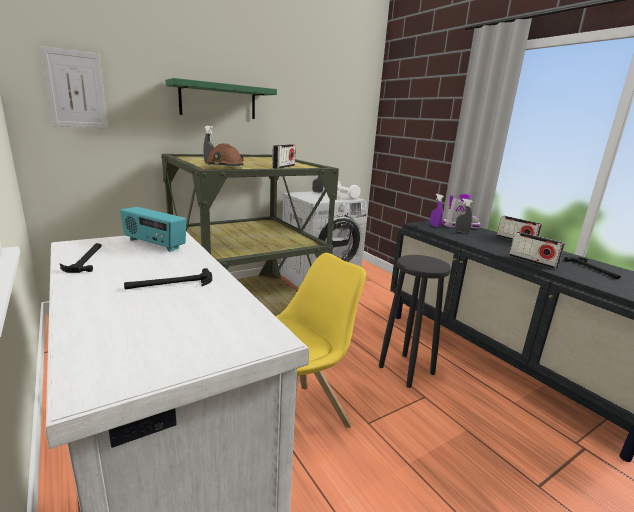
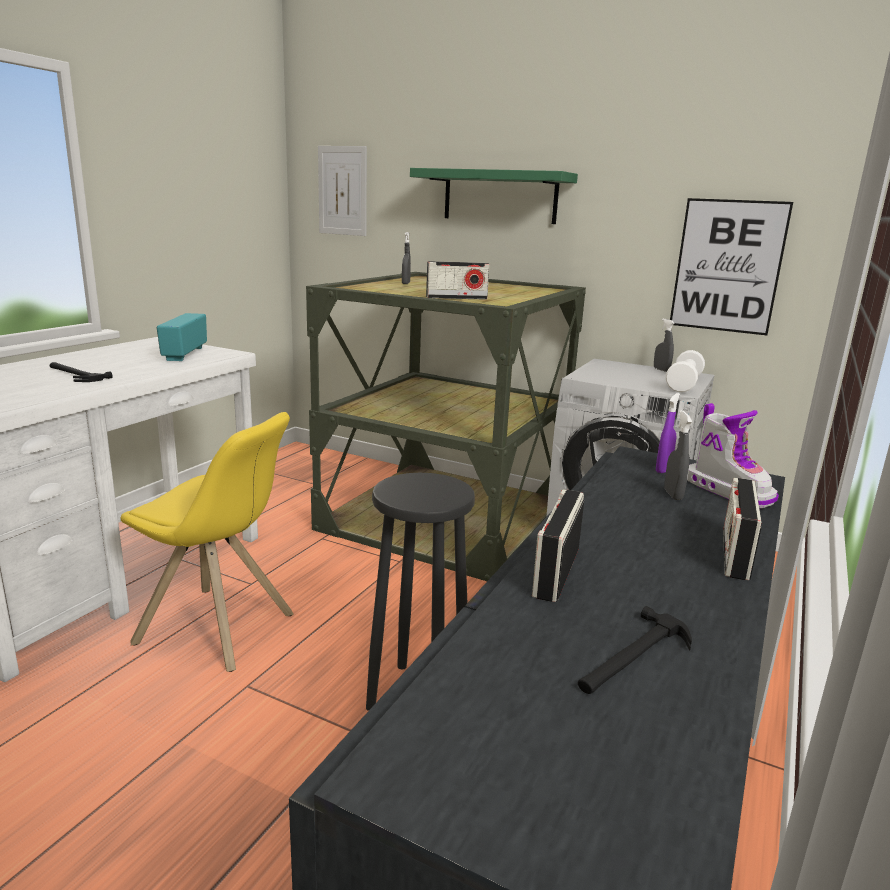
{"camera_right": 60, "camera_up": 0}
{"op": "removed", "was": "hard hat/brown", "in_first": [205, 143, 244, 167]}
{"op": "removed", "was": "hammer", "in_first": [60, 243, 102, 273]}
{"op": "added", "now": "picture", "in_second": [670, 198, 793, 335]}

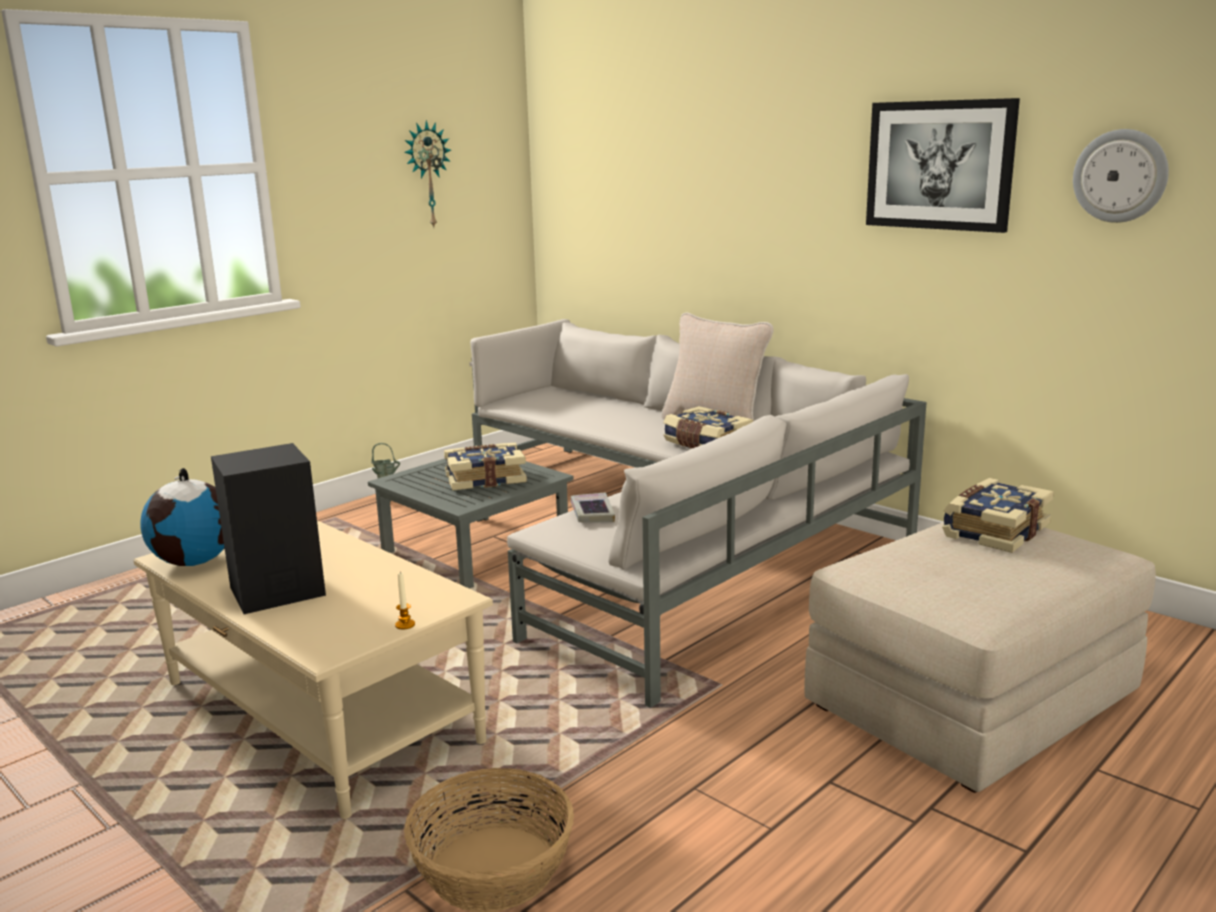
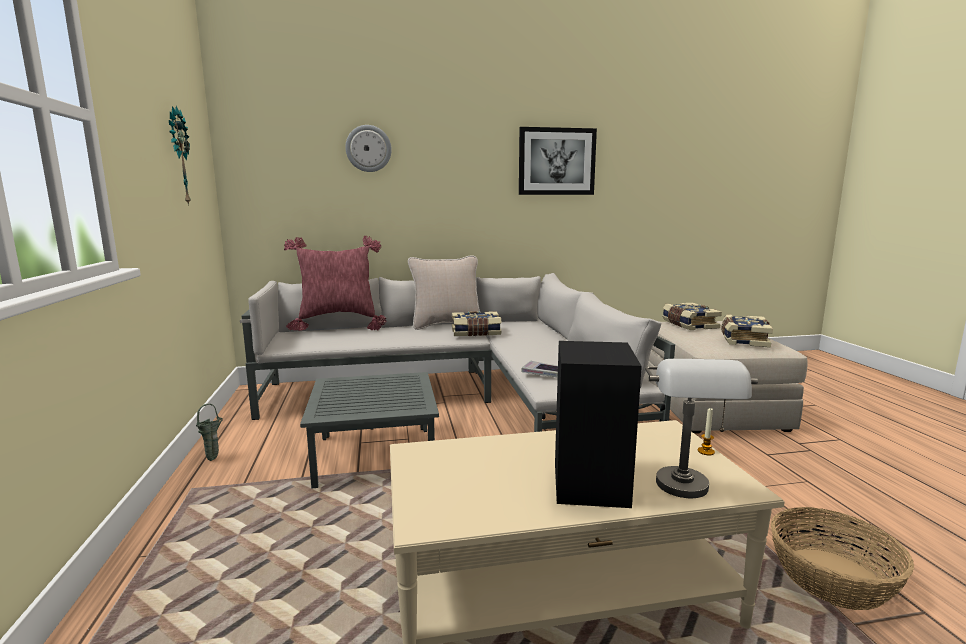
{"camera_right": -55, "camera_up": -5}
{"op": "moved", "was": "wall clock", "in_first": [1073, 129, 1169, 223], "in_second": [345, 125, 392, 172]}
{"op": "moved", "was": "book", "in_first": [444, 442, 527, 490], "in_second": [721, 314, 773, 348]}
{"op": "removed", "was": "globe", "in_first": [140, 468, 225, 566]}
{"op": "added", "now": "pillow/red", "in_second": [284, 235, 387, 331]}
{"op": "added", "now": "table lamp/grey", "in_second": [645, 359, 758, 498]}

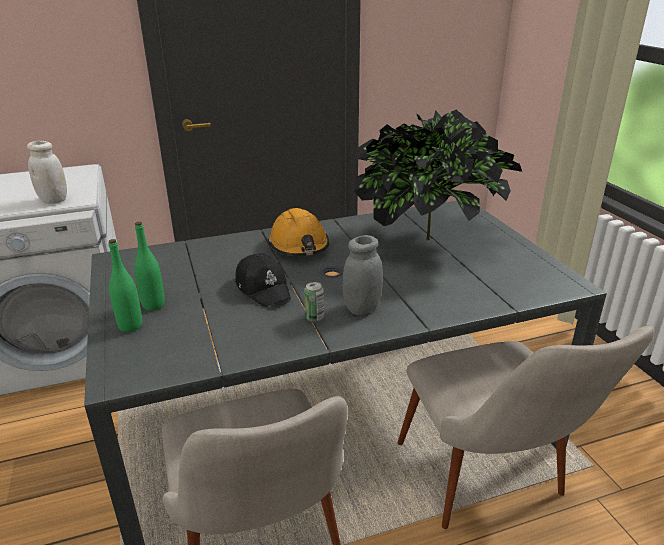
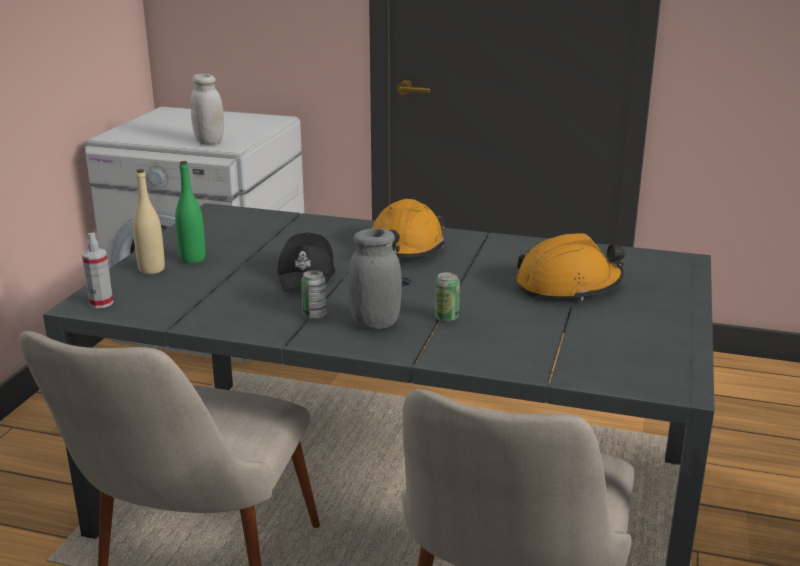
{"camera_right": 35, "camera_up": -5}
{"op": "replaced", "was": "potted plant", "now": "hard hat/orange", "in_first": [354, 110, 522, 240], "in_second": [517, 233, 626, 301]}
{"op": "recoloured", "was": "bottle/green", "now": "bottle/beige", "in_first": [108, 239, 142, 332], "in_second": [133, 169, 165, 274]}
{"op": "added", "now": "spray bottle", "in_second": [82, 232, 113, 308]}
{"op": "added", "now": "can", "in_second": [435, 272, 460, 322]}

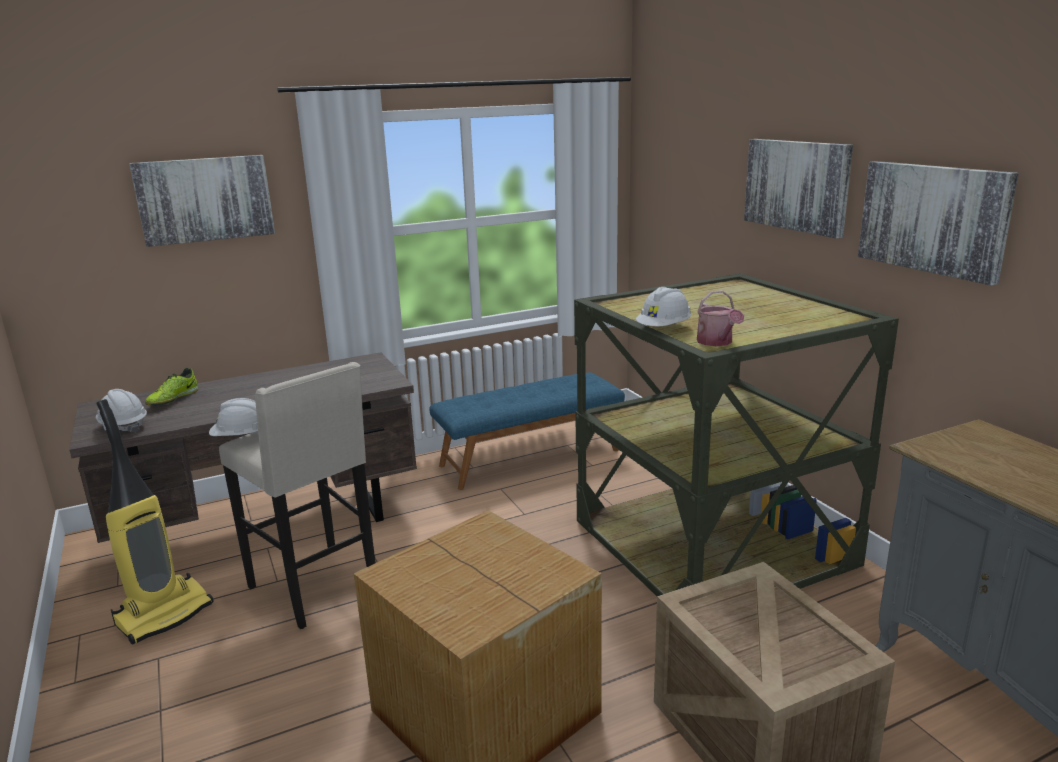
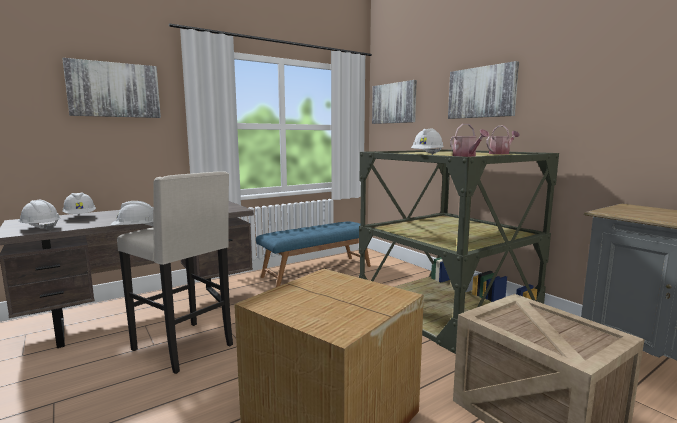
{"camera_right": -10, "camera_up": -10}
{"op": "moved", "was": "picture", "in_first": [858, 161, 1019, 285], "in_second": [372, 80, 417, 124]}
{"op": "replaced", "was": "shoe", "now": "hard hat/white", "in_first": [145, 368, 199, 406], "in_second": [62, 192, 96, 215]}
{"op": "removed", "was": "vacuum cleaner", "in_first": [96, 399, 213, 645]}
{"op": "added", "now": "watering can", "in_second": [486, 126, 519, 154]}

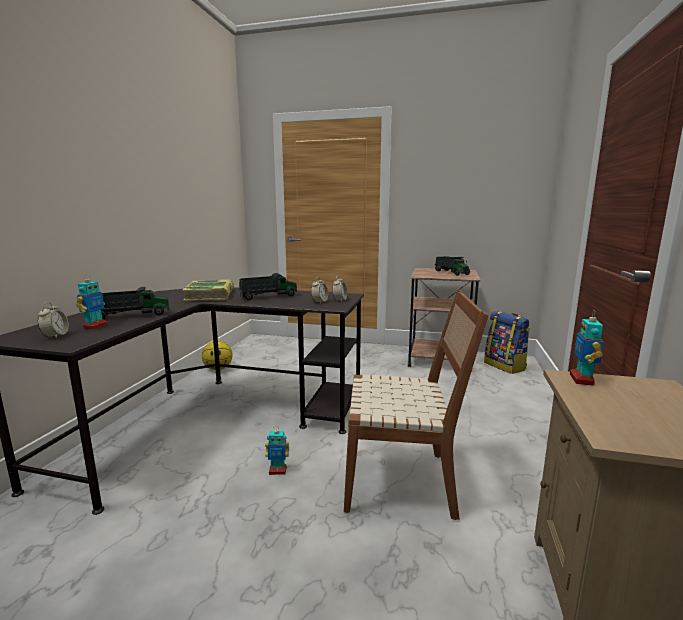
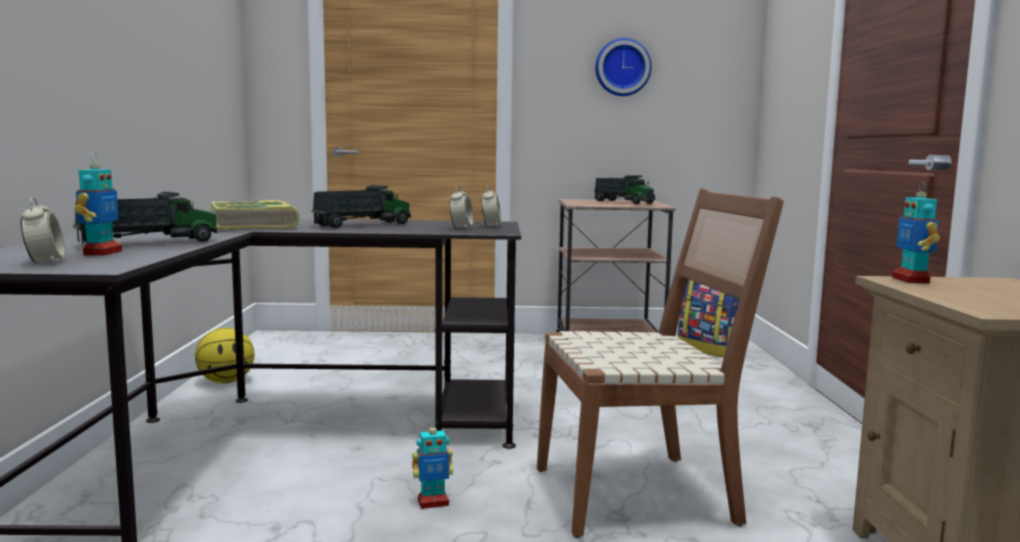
{"camera_right": -15, "camera_up": -5}
{"op": "added", "now": "wall clock", "in_second": [595, 38, 652, 96]}

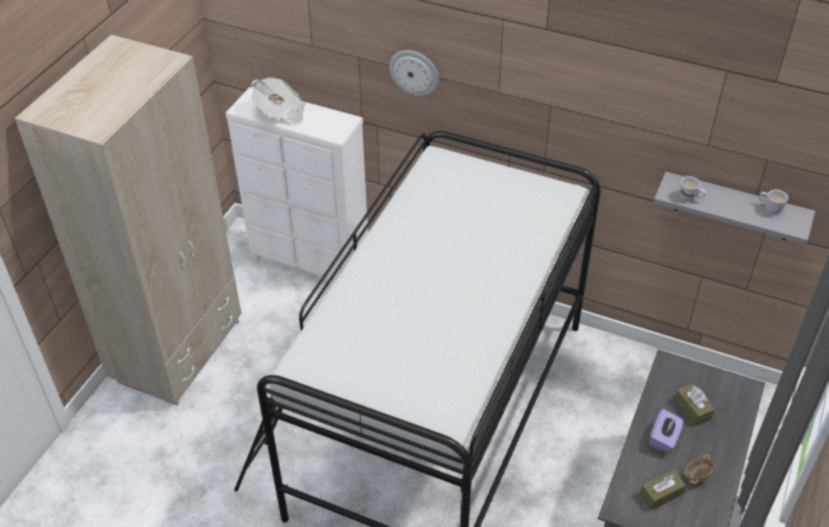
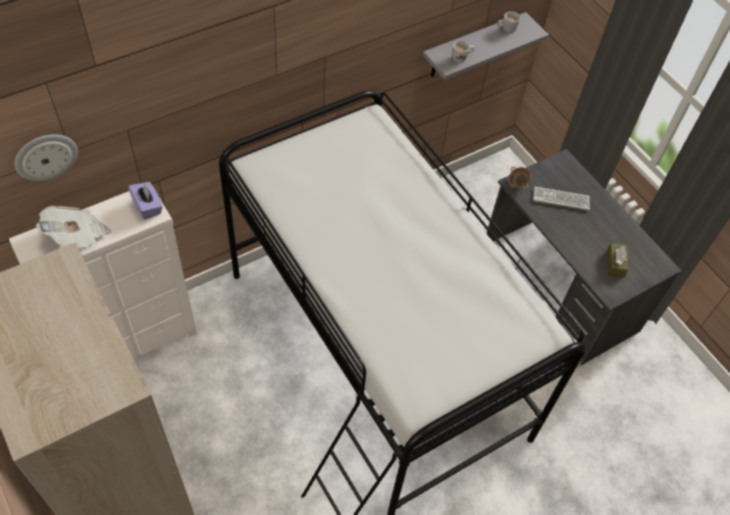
{"camera_right": -60, "camera_up": 10}
{"op": "moved", "was": "wall clock", "in_first": [389, 50, 439, 96], "in_second": [15, 134, 78, 181]}
{"op": "replaced", "was": "tissue box/brown", "now": "keyboard", "in_first": [675, 383, 715, 426], "in_second": [533, 186, 590, 210]}
{"op": "moved", "was": "tissue box/purple", "in_first": [650, 409, 684, 453], "in_second": [128, 182, 163, 220]}
{"op": "moved", "was": "bowl", "in_first": [685, 454, 714, 484], "in_second": [508, 167, 531, 190]}

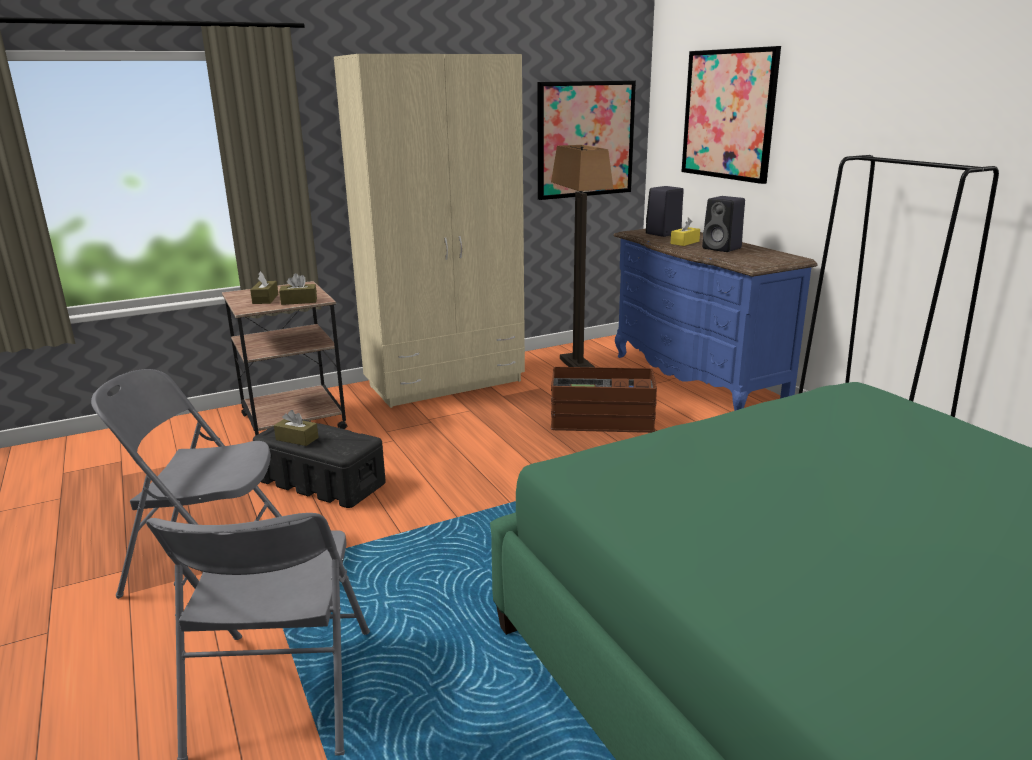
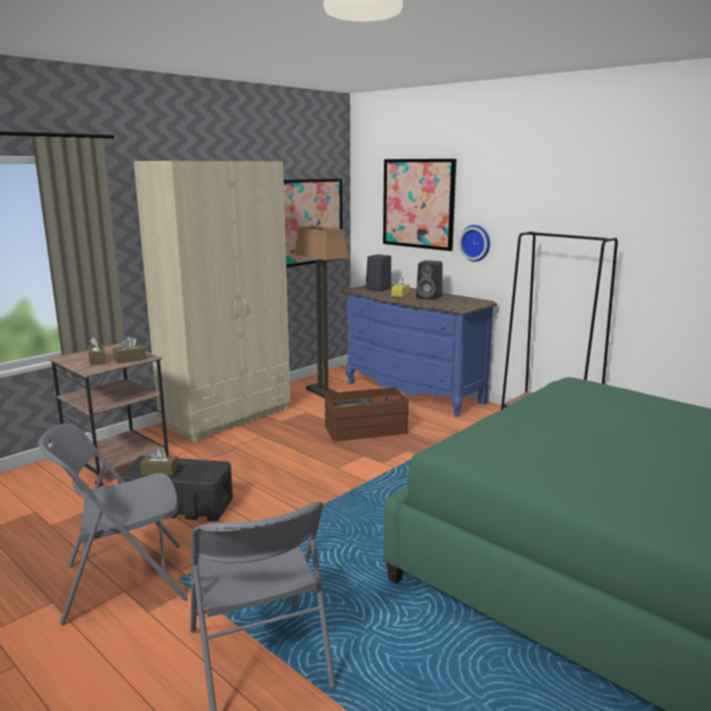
{"camera_right": -20, "camera_up": -5}
{"op": "added", "now": "wall clock", "in_second": [459, 225, 490, 262]}

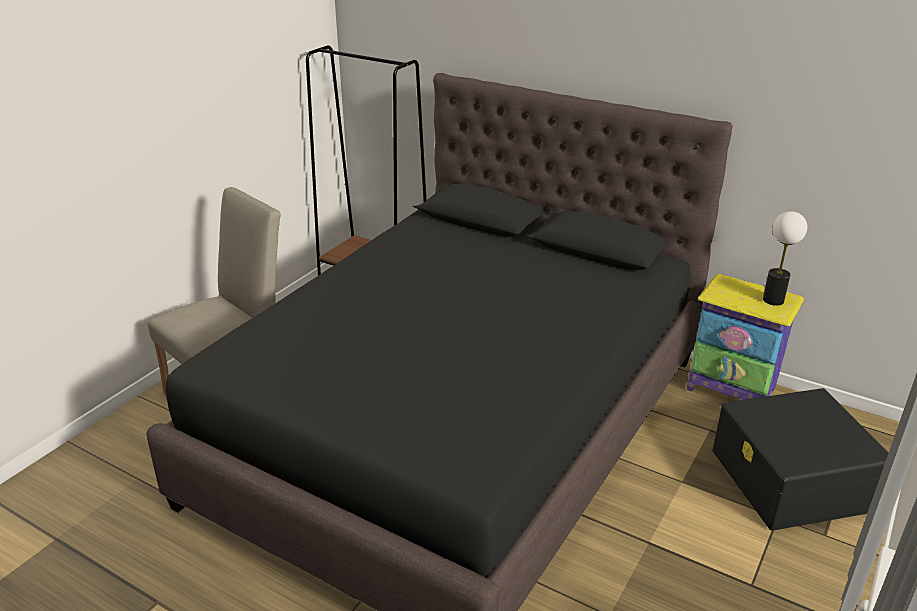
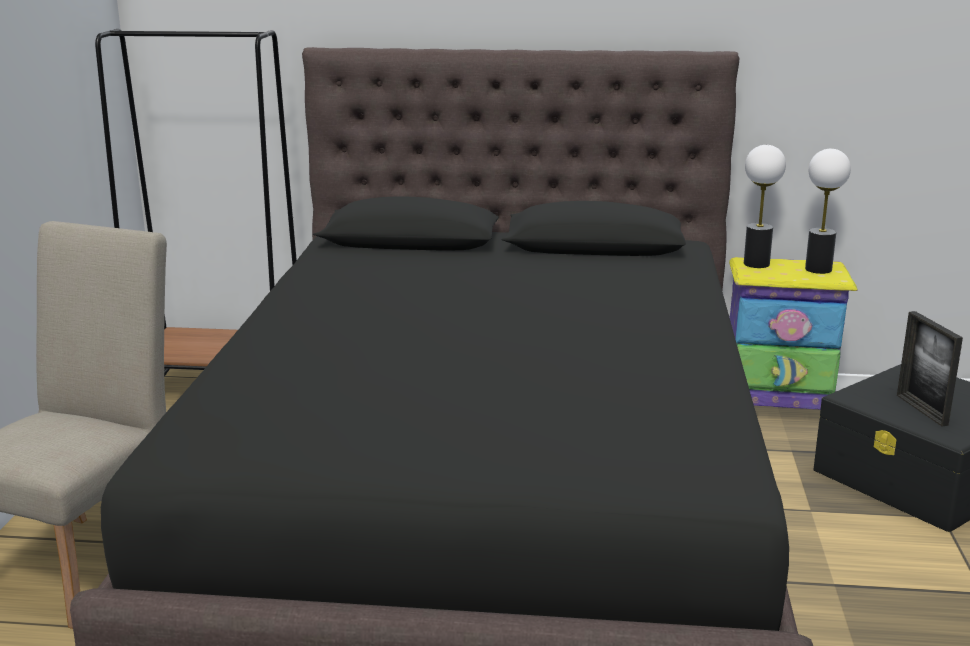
{"camera_right": -25, "camera_up": -10}
{"op": "added", "now": "table lamp", "in_second": [744, 145, 786, 268]}
{"op": "added", "now": "picture frame", "in_second": [897, 311, 963, 426]}

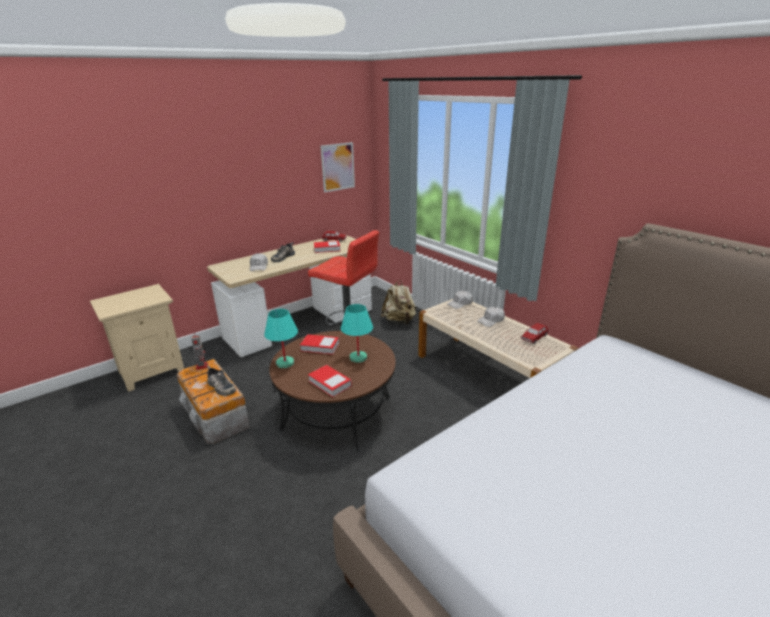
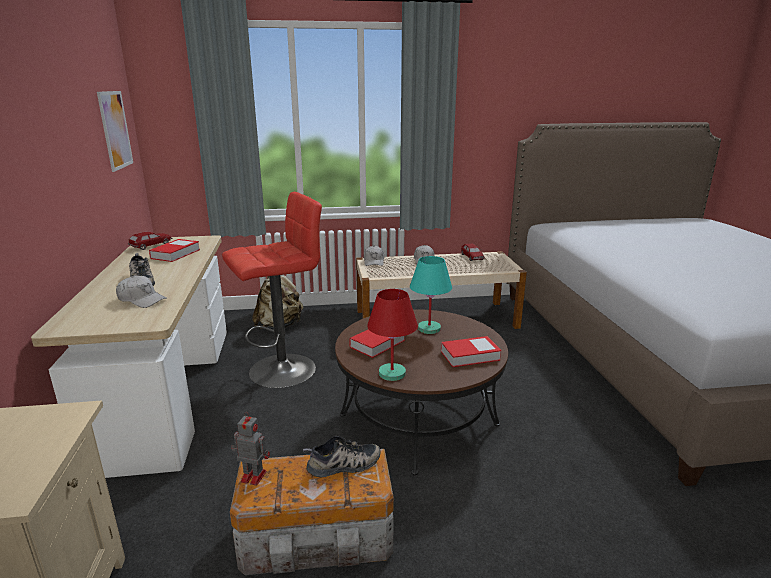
{"camera_right": -60, "camera_up": -5}
{"op": "recoloured", "was": "table lamp/turquoise", "now": "table lamp/red", "in_first": [264, 309, 298, 368], "in_second": [367, 289, 418, 381]}

